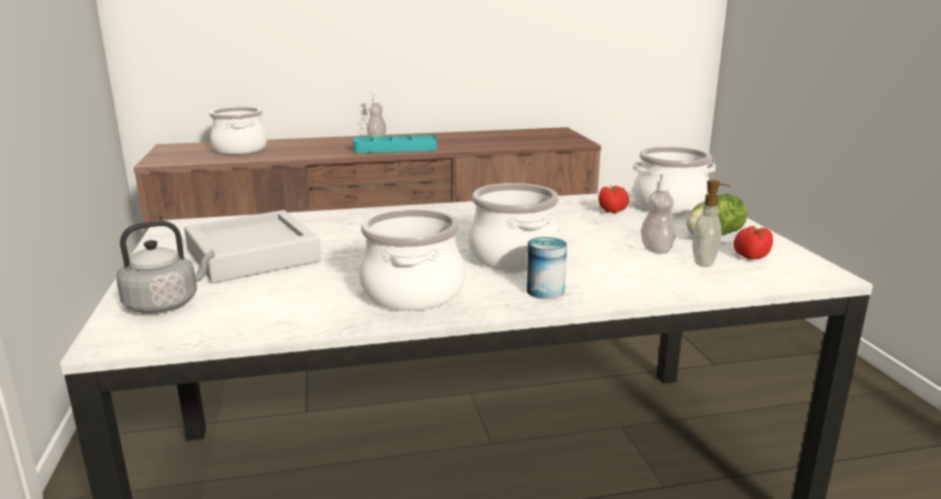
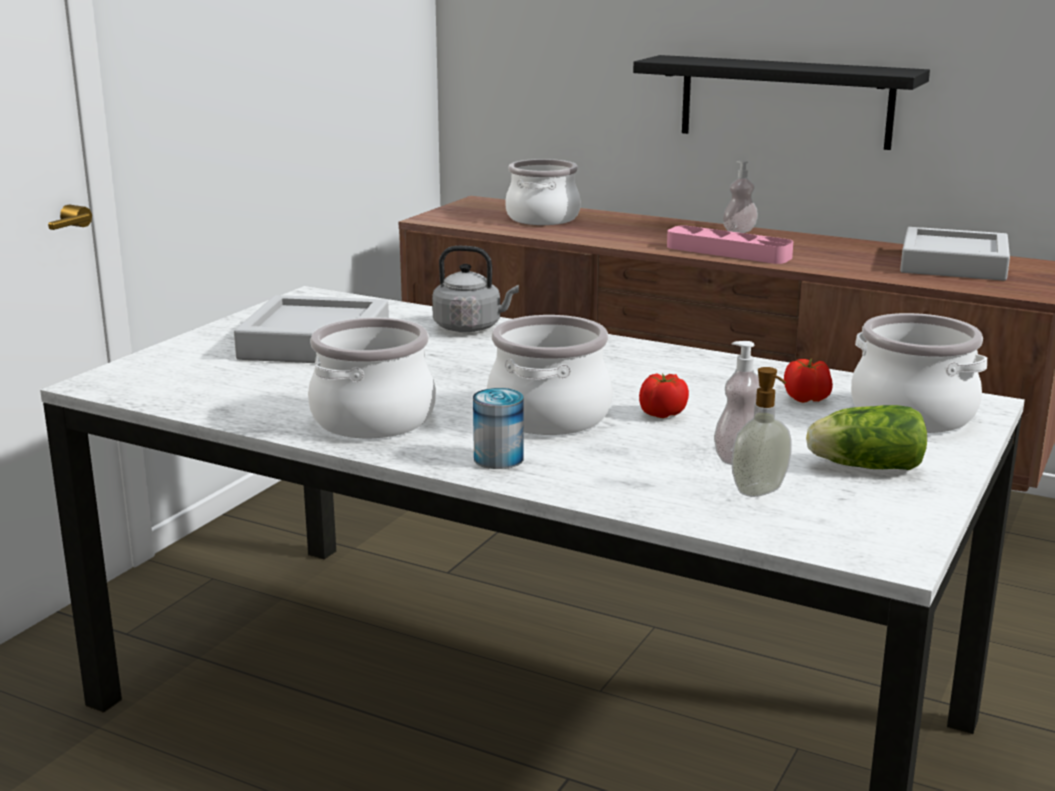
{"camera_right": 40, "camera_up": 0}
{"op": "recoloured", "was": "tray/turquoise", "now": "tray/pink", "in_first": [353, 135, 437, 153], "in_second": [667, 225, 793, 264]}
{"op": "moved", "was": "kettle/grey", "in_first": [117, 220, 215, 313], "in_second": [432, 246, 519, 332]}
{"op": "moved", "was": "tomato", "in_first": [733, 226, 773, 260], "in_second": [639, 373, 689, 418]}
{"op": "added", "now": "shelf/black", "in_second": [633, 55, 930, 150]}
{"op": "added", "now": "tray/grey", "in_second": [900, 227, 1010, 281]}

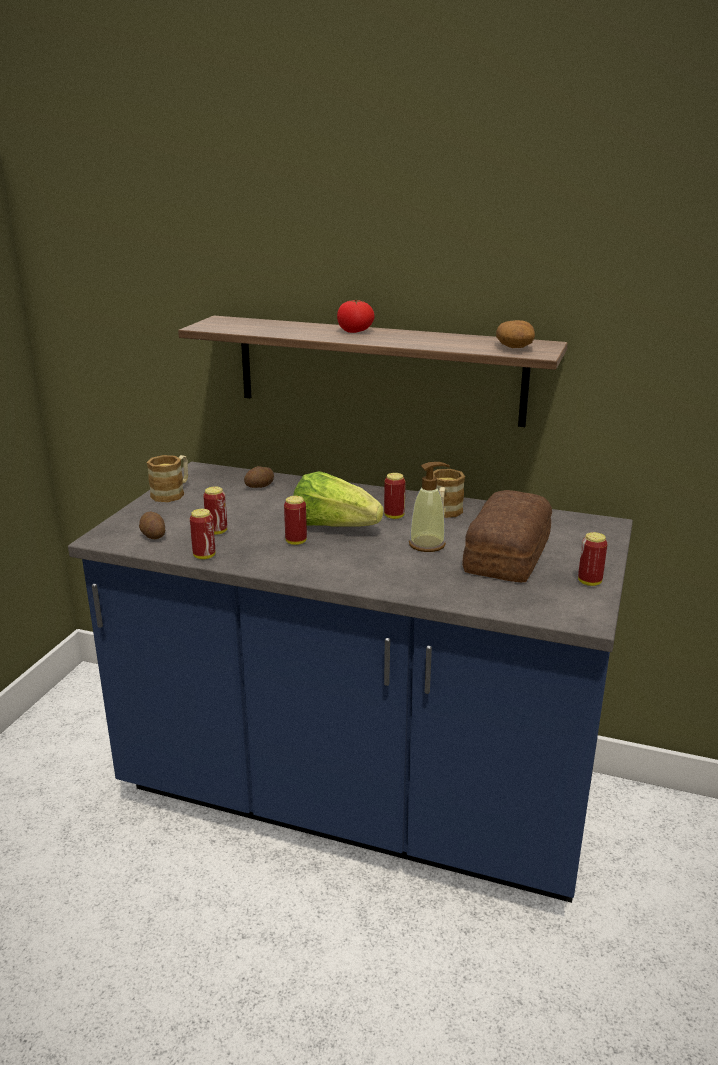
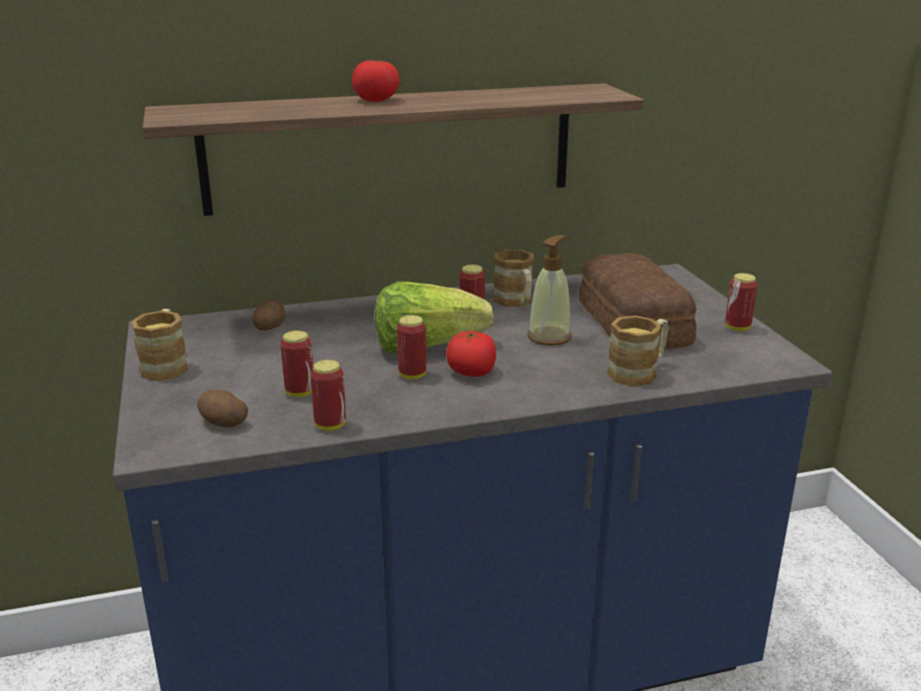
{"camera_right": -35, "camera_up": 0}
{"op": "removed", "was": "potato", "in_first": [496, 320, 535, 348]}
{"op": "added", "now": "mug", "in_second": [607, 315, 669, 387]}
{"op": "added", "now": "tomato", "in_second": [446, 330, 496, 377]}

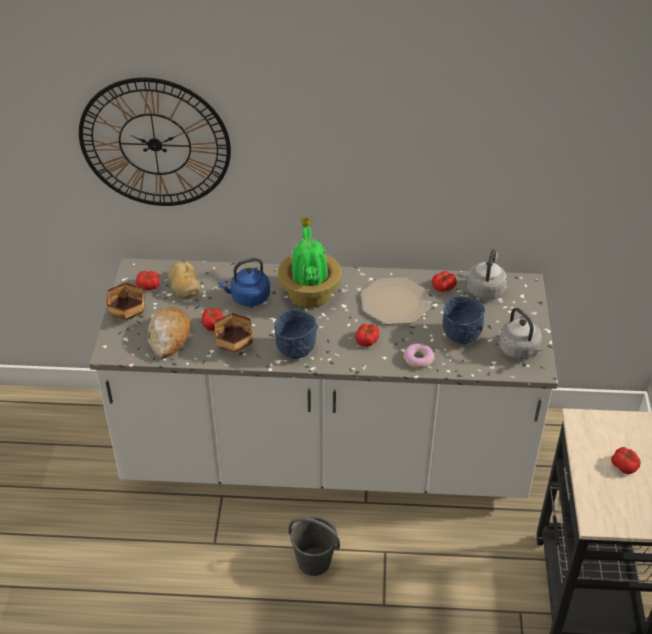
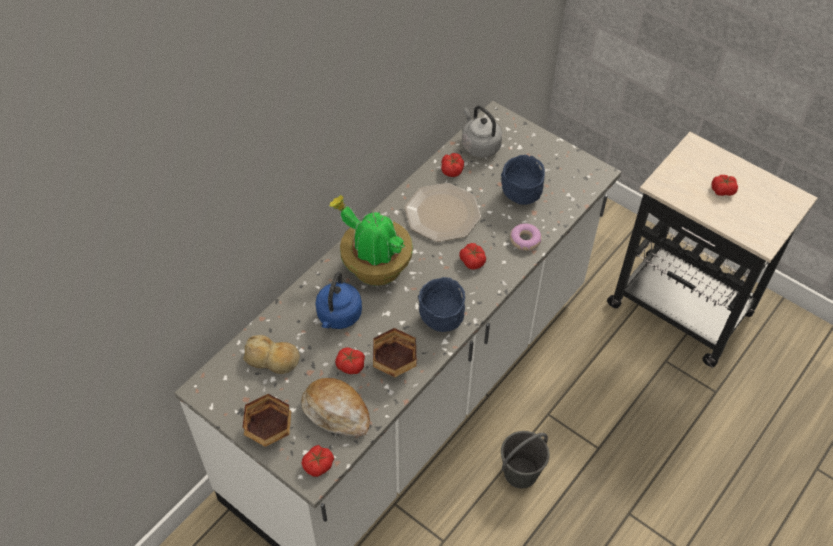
{"camera_right": -55, "camera_up": 10}
{"op": "removed", "was": "wall clock", "in_first": [79, 77, 231, 206]}
{"op": "moved", "was": "tomato", "in_first": [136, 271, 160, 290], "in_second": [301, 445, 334, 477]}
{"op": "removed", "was": "kettle/grey", "in_first": [499, 308, 542, 360]}

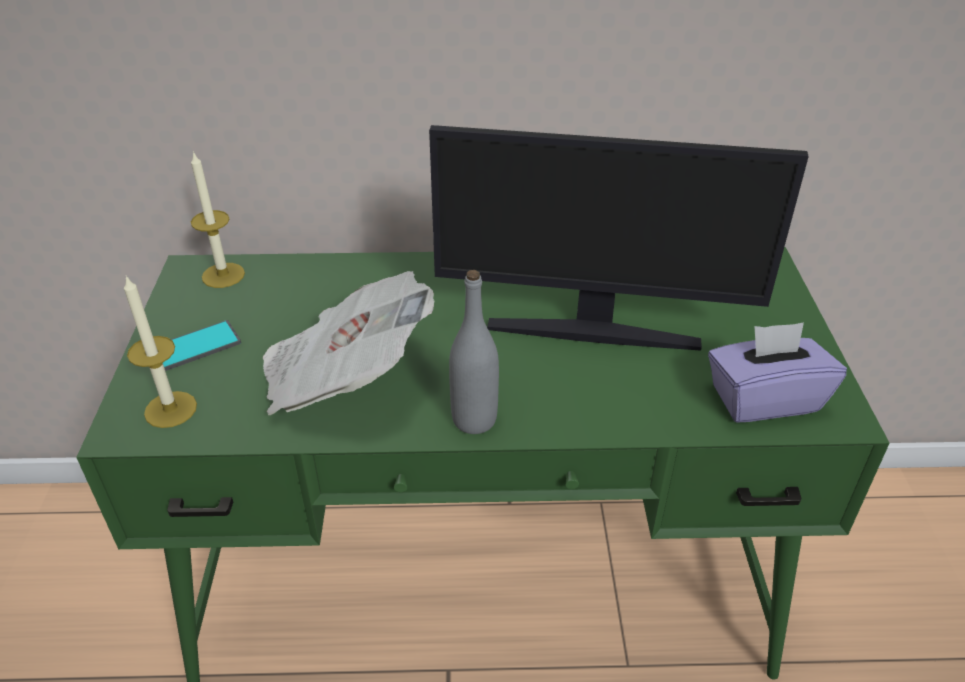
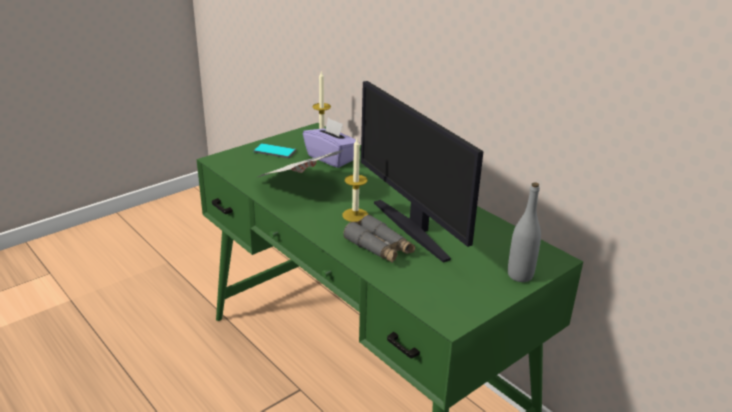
{"camera_right": 50, "camera_up": -10}
{"op": "moved", "was": "bottle/grey", "in_first": [449, 270, 499, 434], "in_second": [508, 182, 541, 282]}
{"op": "moved", "was": "candle", "in_first": [124, 276, 197, 428], "in_second": [342, 139, 368, 222]}
{"op": "moved", "was": "tissue box/purple", "in_first": [708, 322, 847, 423], "in_second": [303, 118, 360, 168]}
{"op": "added", "now": "binoculars/grey", "in_second": [343, 215, 415, 263]}

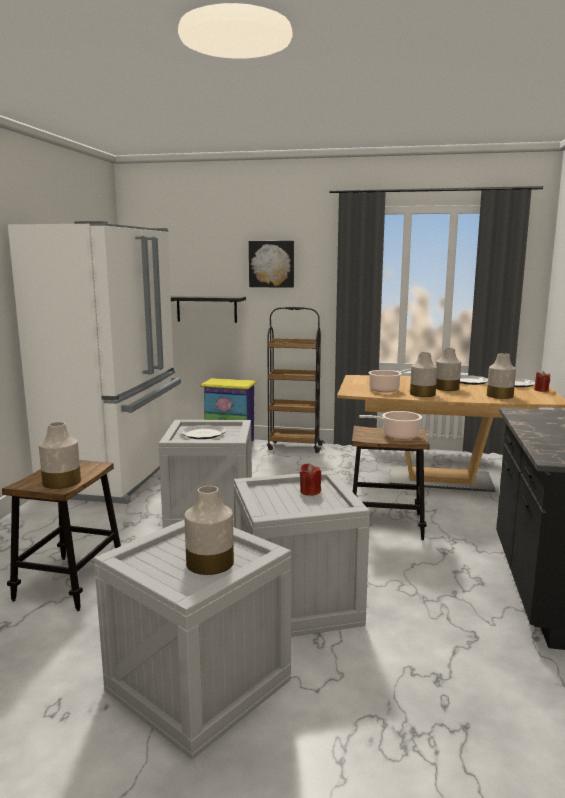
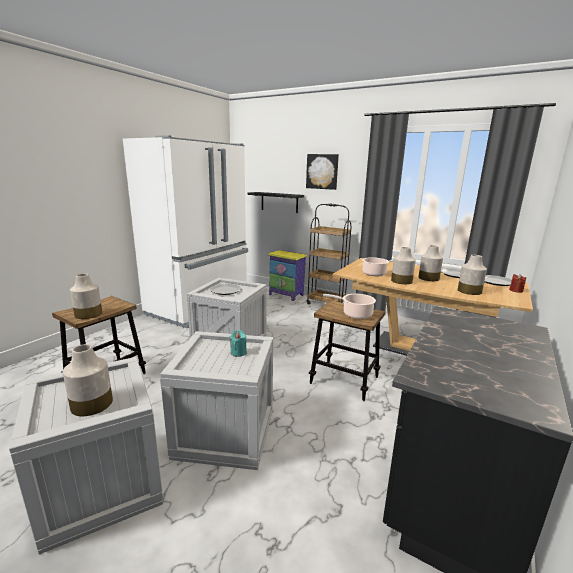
{"camera_right": 20, "camera_up": 5}
{"op": "recoloured", "was": "candle/red", "now": "candle/turquoise", "in_first": [300, 463, 321, 496], "in_second": [229, 330, 247, 357]}

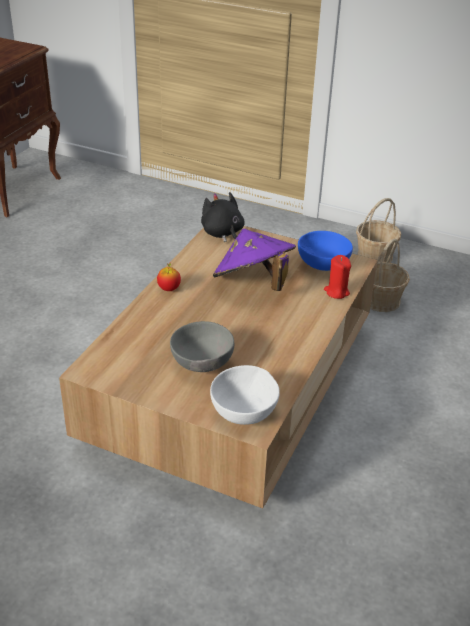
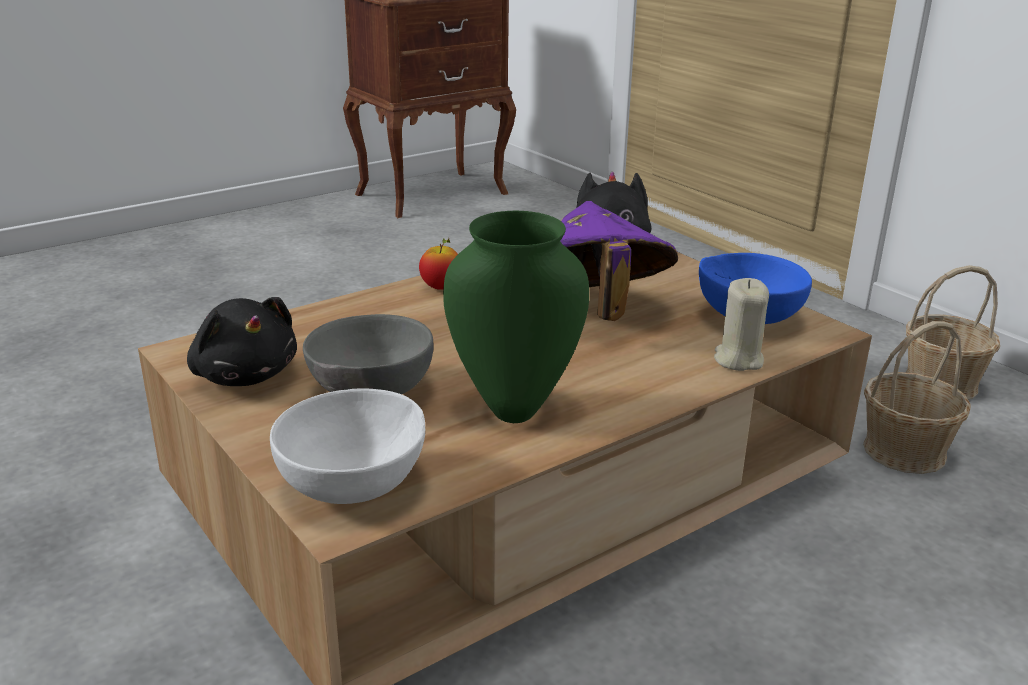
{"camera_right": 30, "camera_up": -10}
{"op": "recoloured", "was": "candle/red", "now": "candle/beige", "in_first": [324, 255, 351, 299], "in_second": [714, 278, 769, 371]}
{"op": "added", "now": "vase/green", "in_second": [443, 211, 589, 423]}
{"op": "added", "now": "plush toy/black", "in_second": [187, 297, 297, 386]}

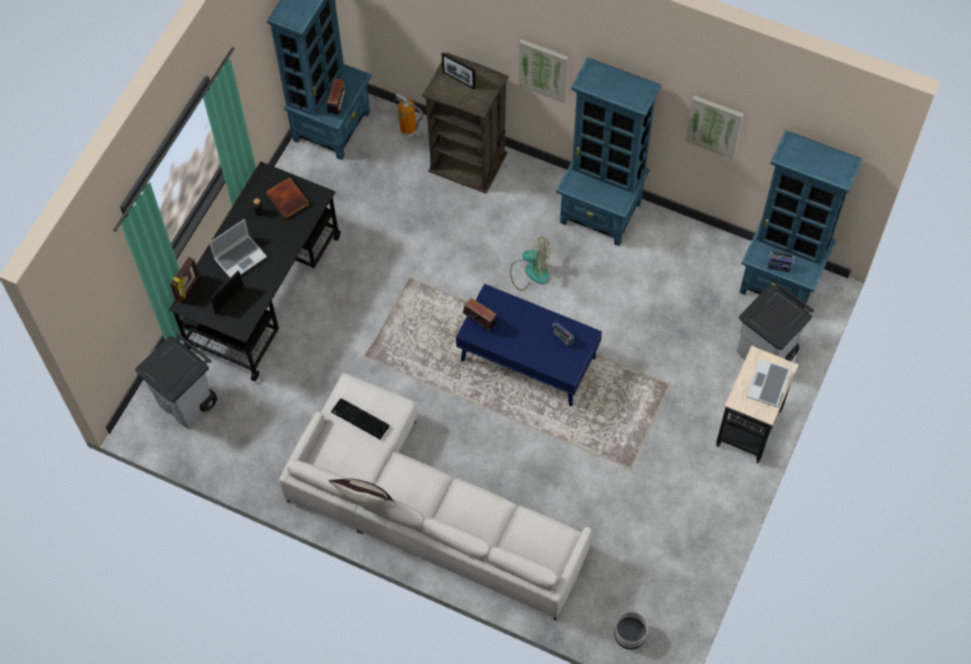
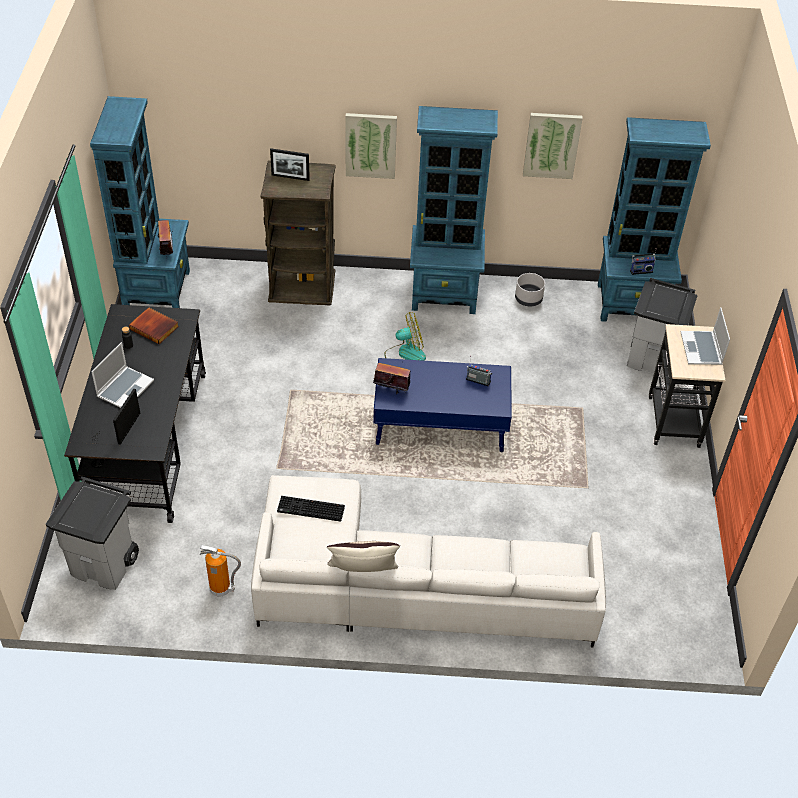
{"camera_right": -25, "camera_up": -15}
{"op": "moved", "was": "fire extinguisher", "in_first": [395, 93, 424, 137], "in_second": [200, 545, 241, 596]}
{"op": "removed", "was": "picture frame", "in_first": [170, 257, 199, 303]}
{"op": "moved", "was": "planter/grey", "in_first": [614, 611, 648, 650], "in_second": [515, 273, 545, 307]}

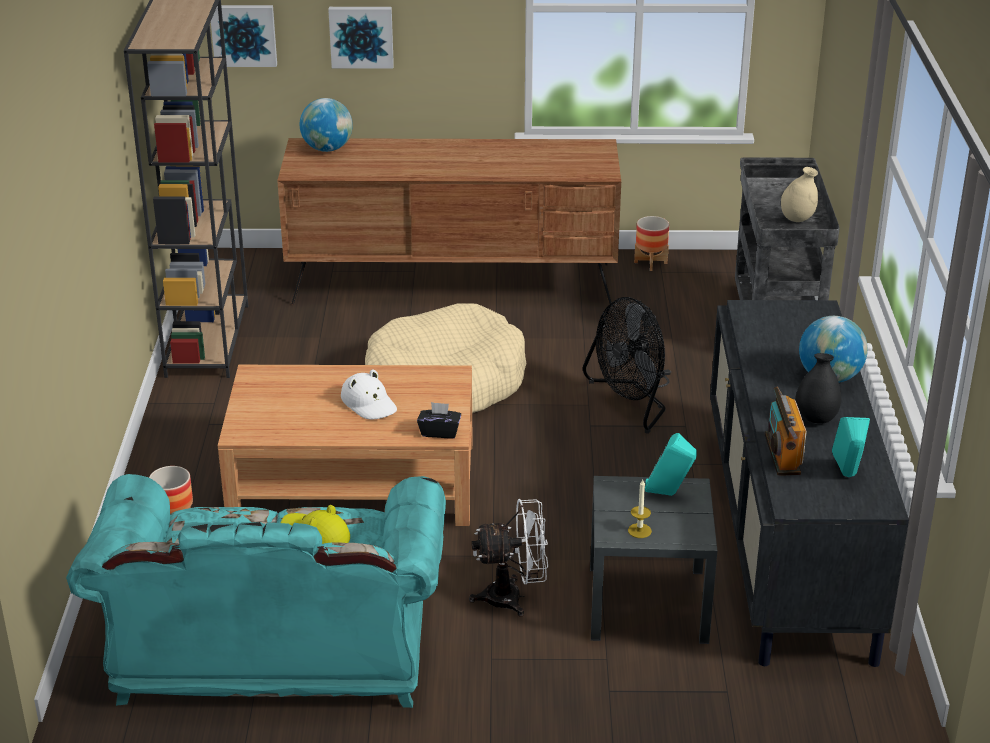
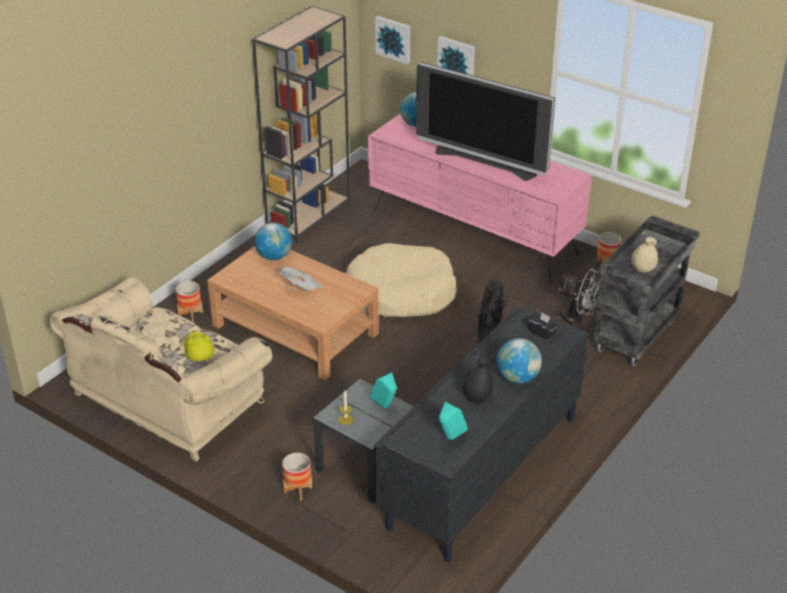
{"camera_right": 35, "camera_up": 5}
{"op": "recoloured", "was": "tv stand/brown", "now": "tv stand/pink", "in_first": [277, 138, 621, 305], "in_second": [368, 113, 592, 283]}
{"op": "replaced", "was": "hat/white", "now": "newspaper", "in_first": [341, 369, 397, 419], "in_second": [280, 267, 323, 290]}
{"op": "removed", "was": "radio", "in_first": [764, 386, 807, 476]}
{"op": "moved", "was": "tissue box/black", "in_first": [417, 402, 461, 439], "in_second": [528, 312, 559, 340]}
{"op": "recoloured", "was": "sofa/turquoise", "now": "sofa/beige", "in_first": [66, 474, 446, 708], "in_second": [49, 278, 273, 462]}
{"op": "moved", "was": "fan/white", "in_first": [469, 499, 548, 617], "in_second": [555, 269, 600, 328]}
{"op": "added", "now": "television", "in_second": [416, 62, 555, 181]}
{"op": "added", "now": "globe", "in_second": [254, 223, 292, 260]}
{"op": "added", "now": "planter", "in_second": [282, 453, 312, 500]}

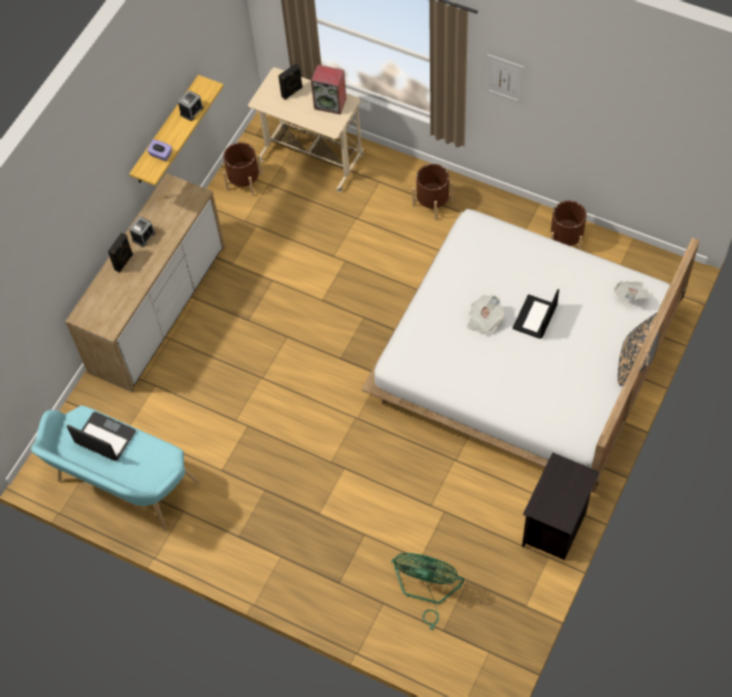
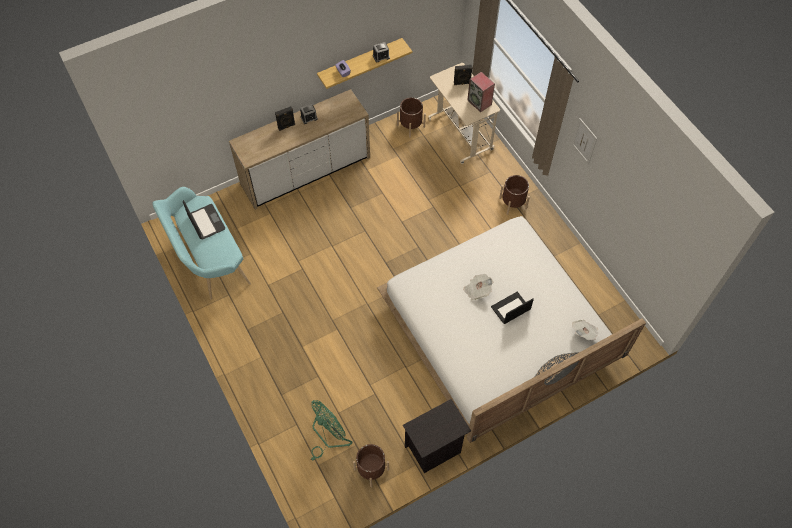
{"camera_right": 30, "camera_up": 0}
{"op": "moved", "was": "planter/brown", "in_first": [551, 201, 587, 250], "in_second": [353, 444, 389, 487]}

